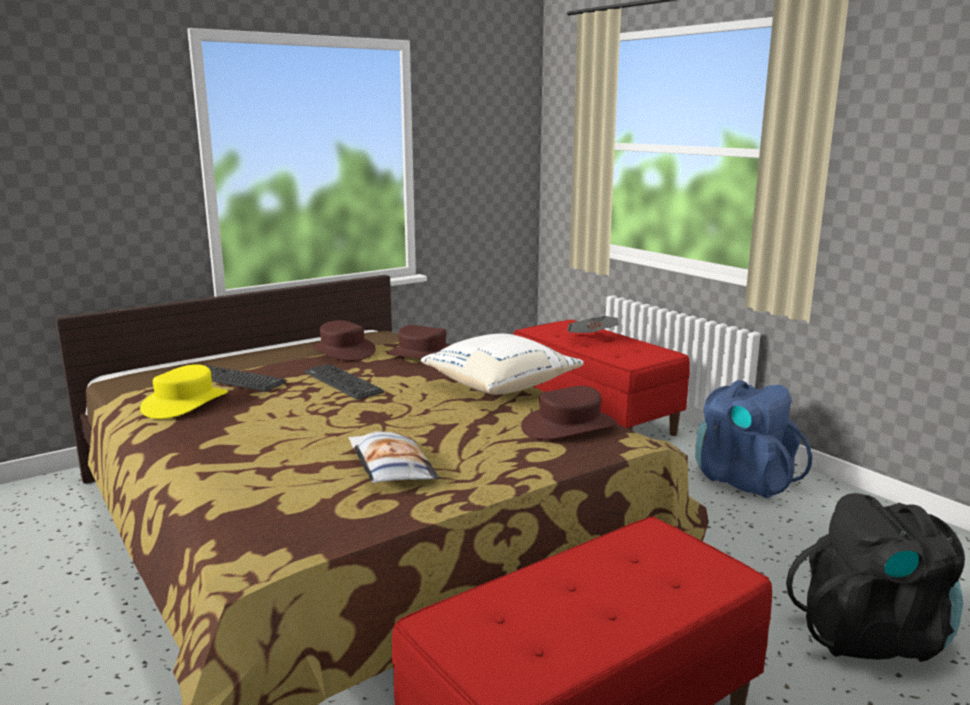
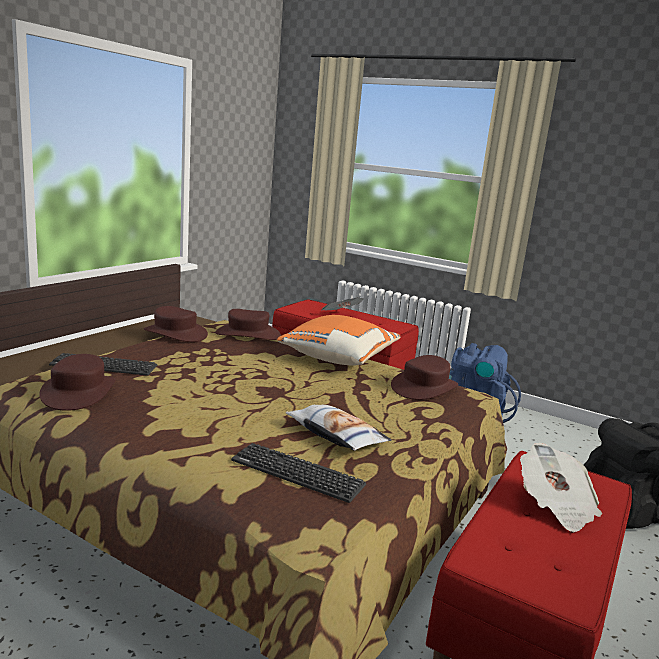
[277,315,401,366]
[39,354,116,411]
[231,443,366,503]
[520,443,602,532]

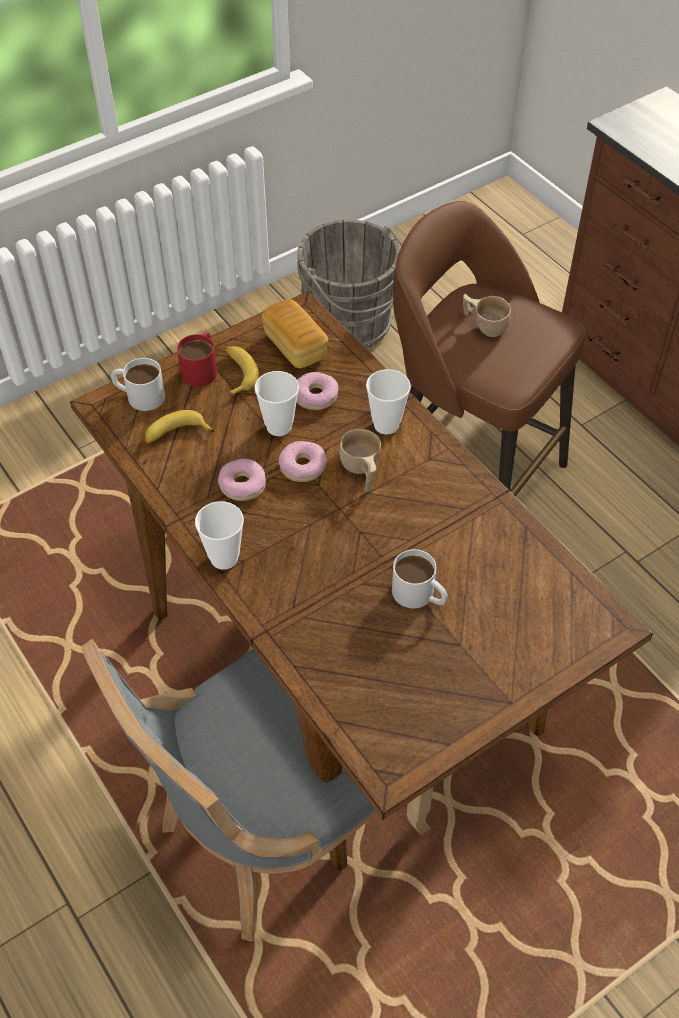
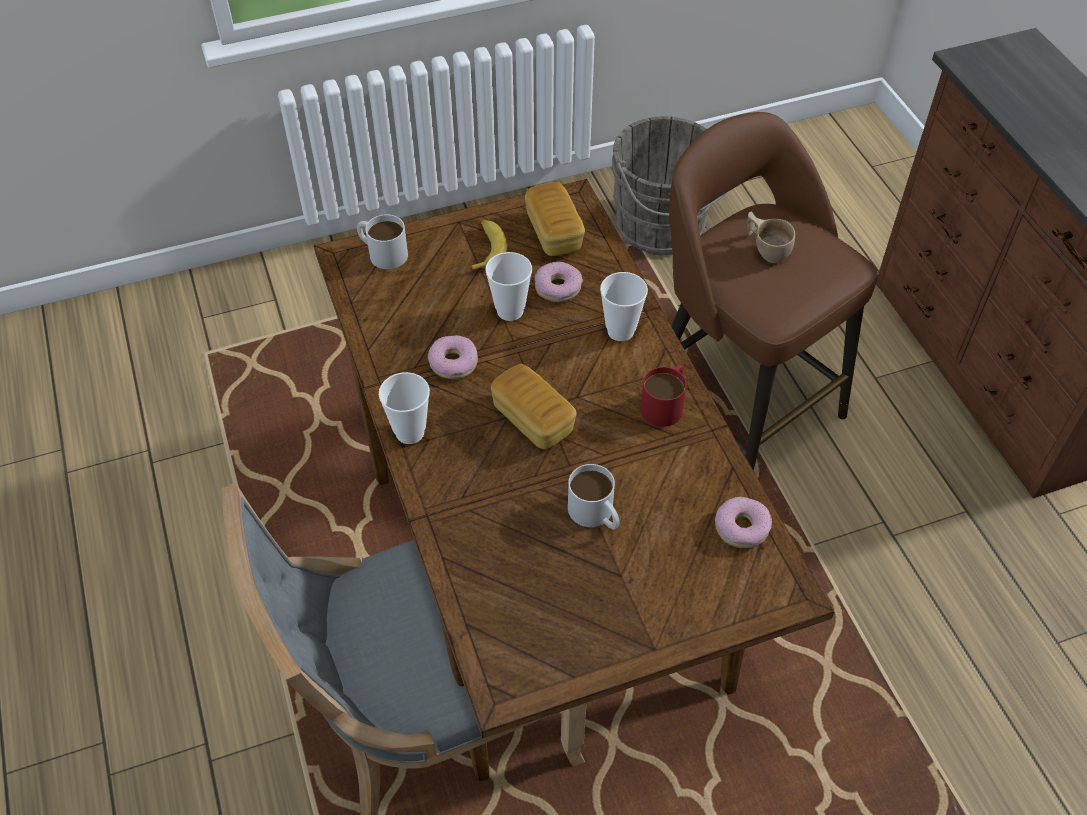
[640,365,687,427]
[144,410,215,444] (first image)
[339,429,381,492] (first image)
[715,497,772,548]
[491,364,577,449]

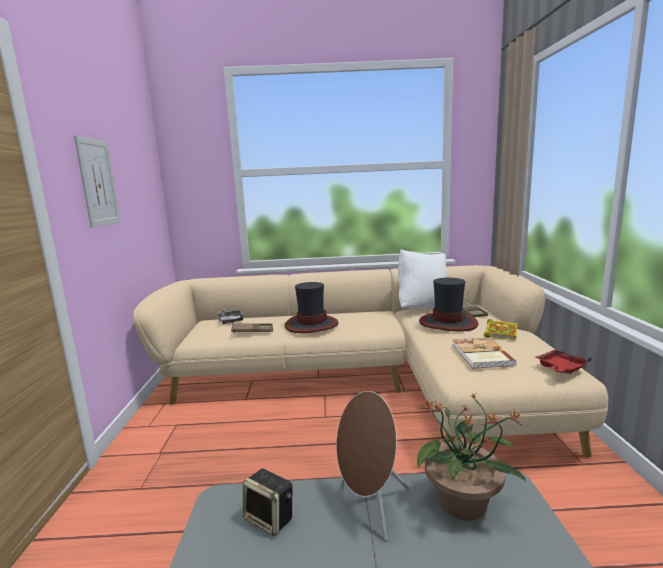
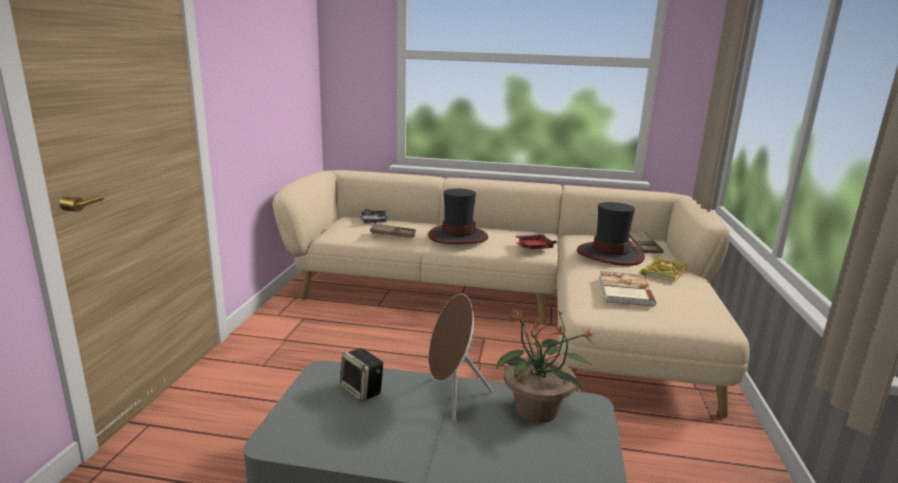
[74,136,121,227] (first image)
[398,249,447,309] (first image)
[515,234,557,249]

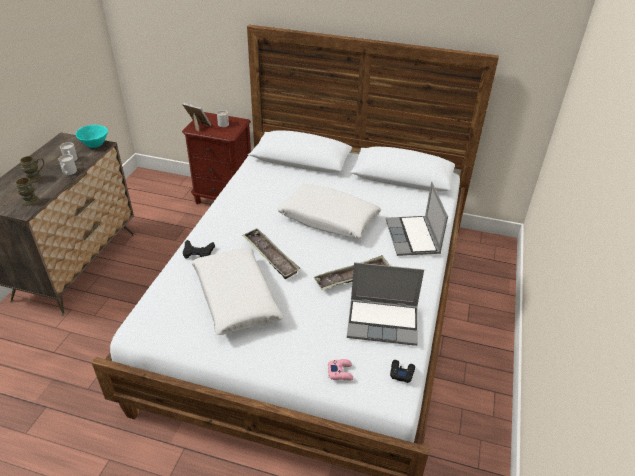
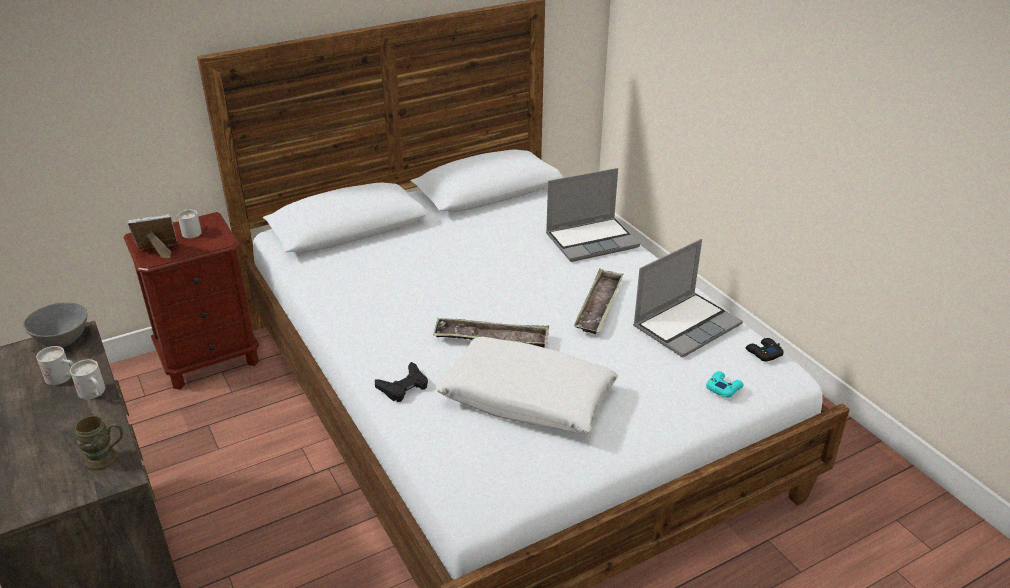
[23,302,87,347]
[20,156,44,183] (first image)
[546,168,640,262]
[278,184,381,239] (first image)
[706,371,744,398]

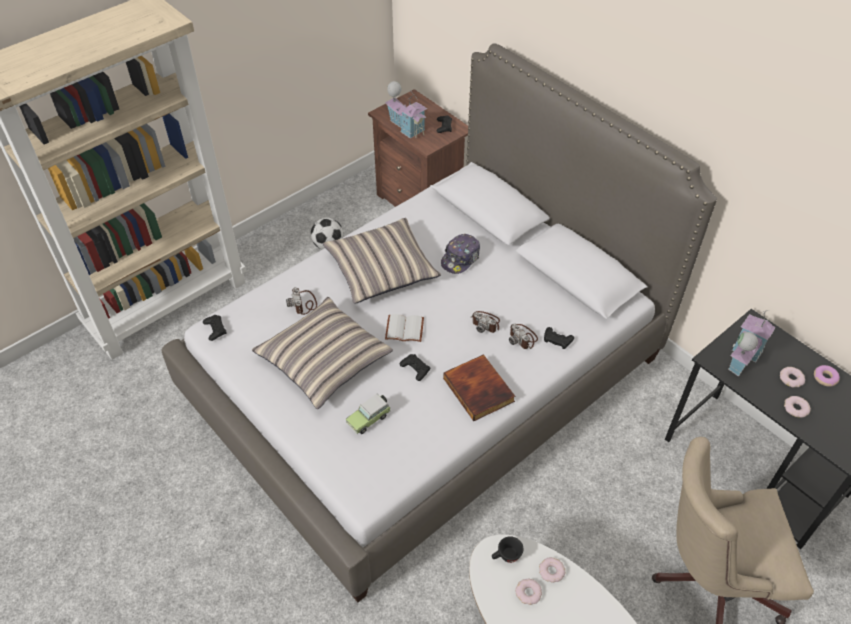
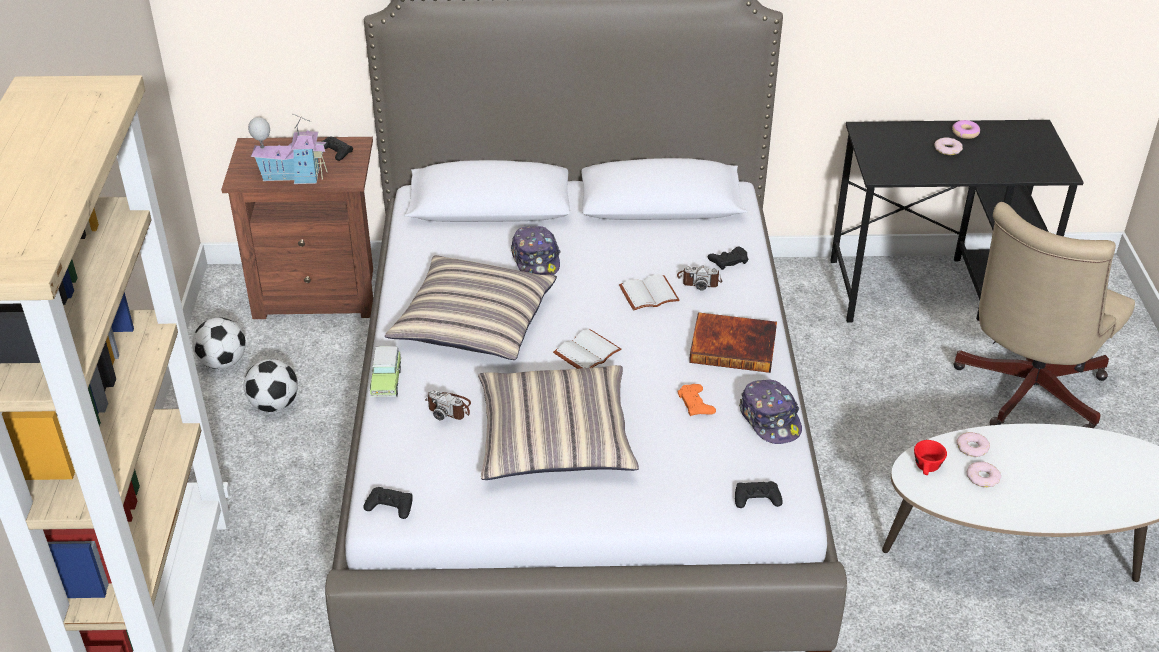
[619,274,680,311]
[728,311,776,377] (first image)
[735,481,783,508]
[370,346,402,397]
[784,396,811,418] (first image)
[914,440,947,475]
[192,317,246,369]
[739,380,802,444]
[677,384,716,416]

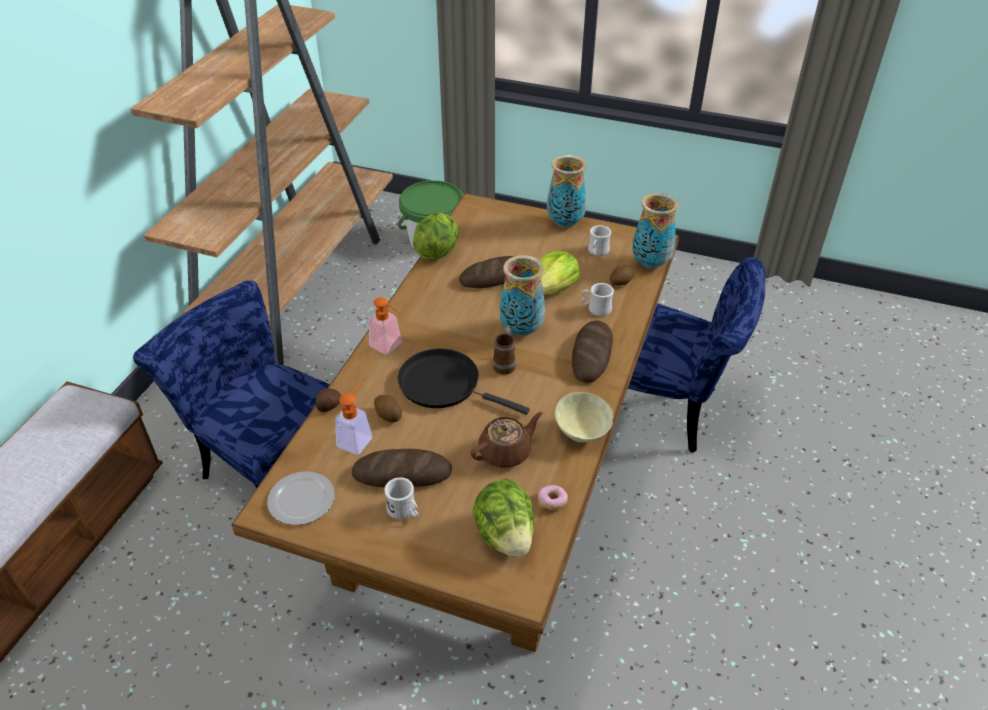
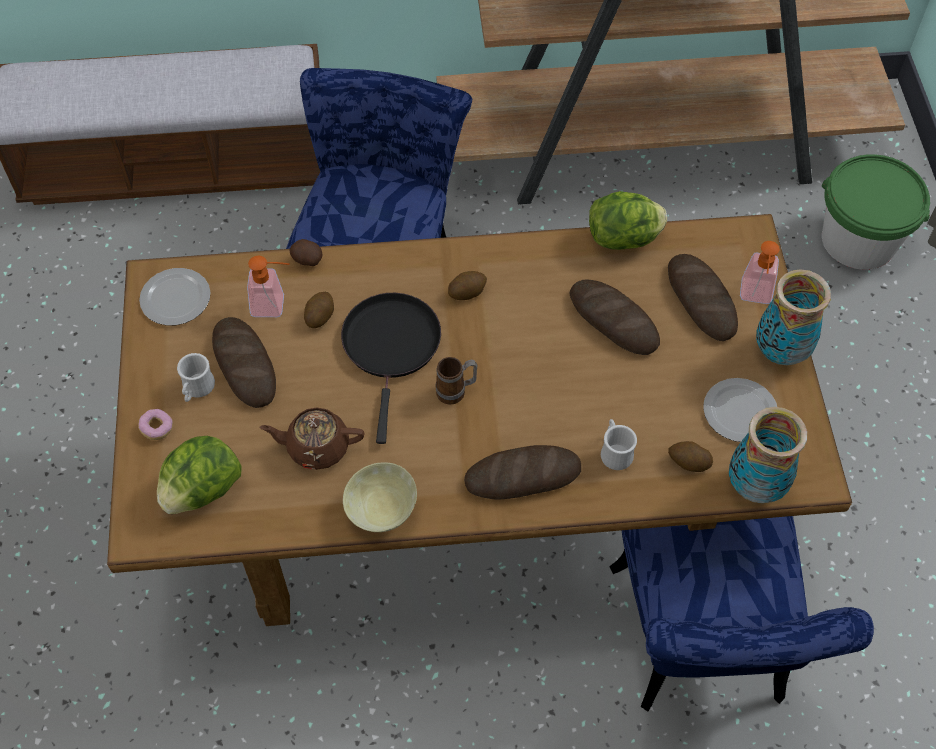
[703,378,777,442]
[540,251,580,295] (first image)
[500,255,545,336] (first image)
[740,241,780,304]
[260,408,365,470]
[138,409,173,440]
[668,254,738,341]
[448,271,487,300]

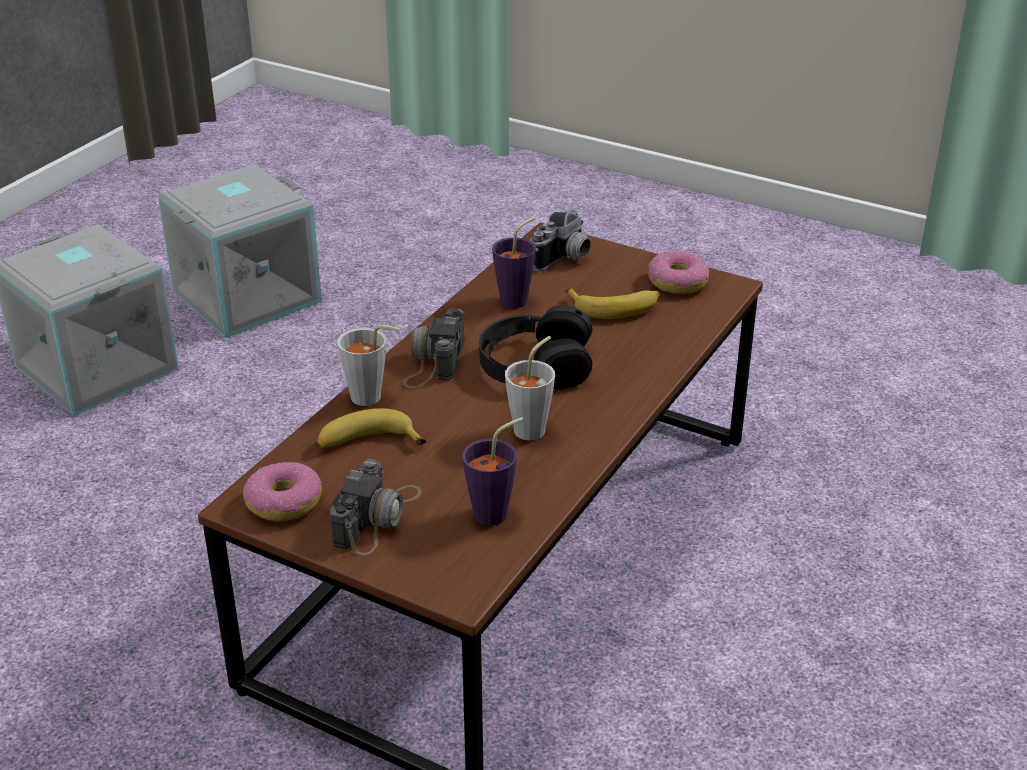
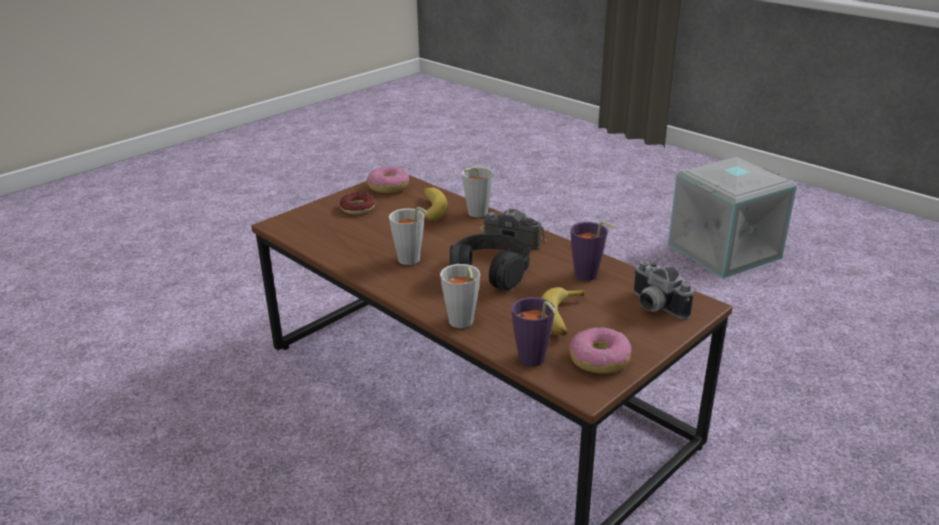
[158,164,322,338] (first image)
[512,297,556,366]
[340,192,375,214]
[440,264,480,328]

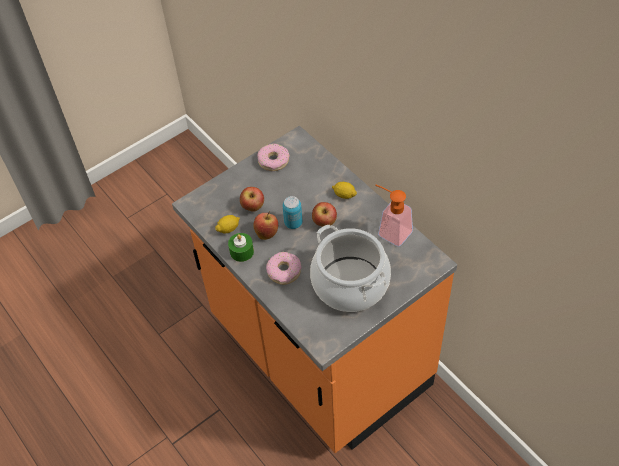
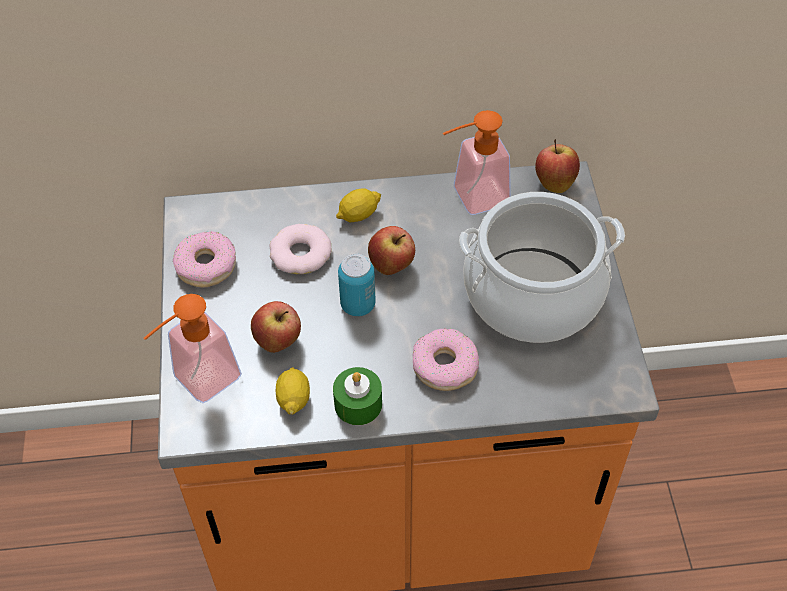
[535,139,580,193]
[269,224,332,274]
[144,294,242,403]

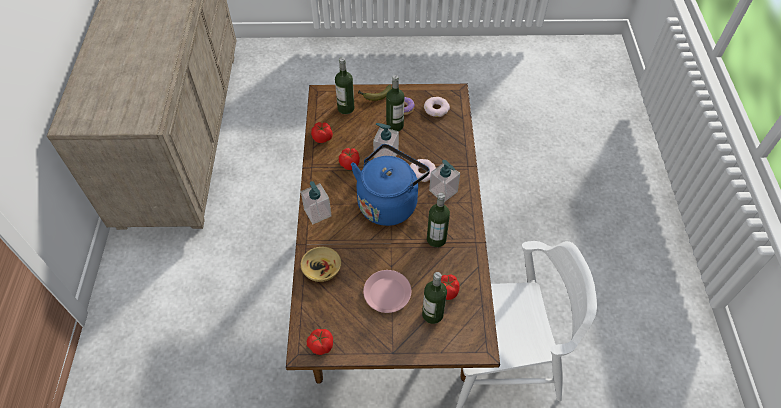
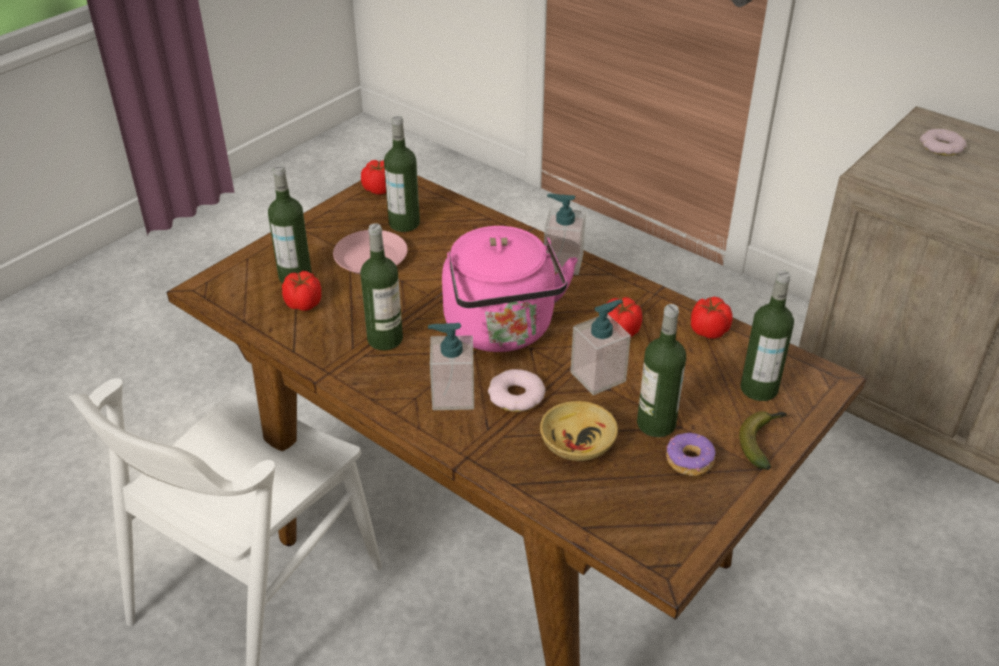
[920,129,967,156]
[442,226,578,352]
[540,401,618,461]
[384,116,420,232]

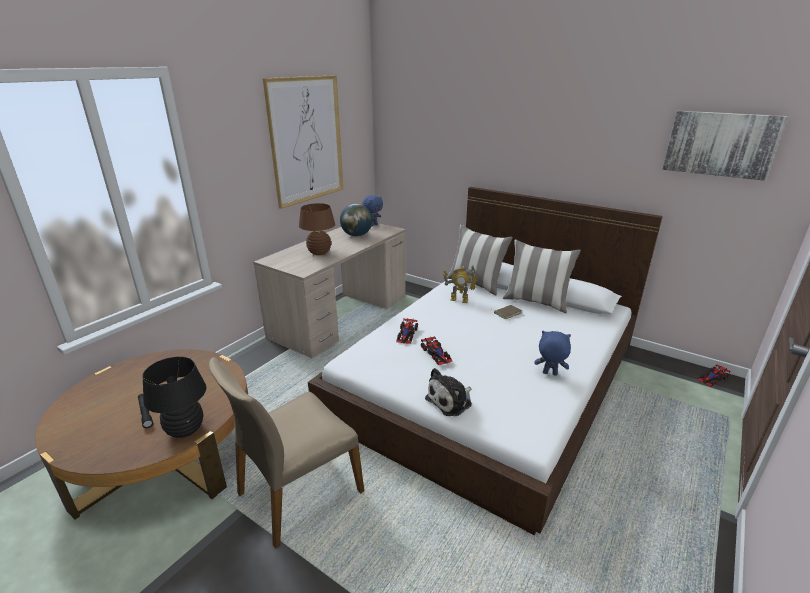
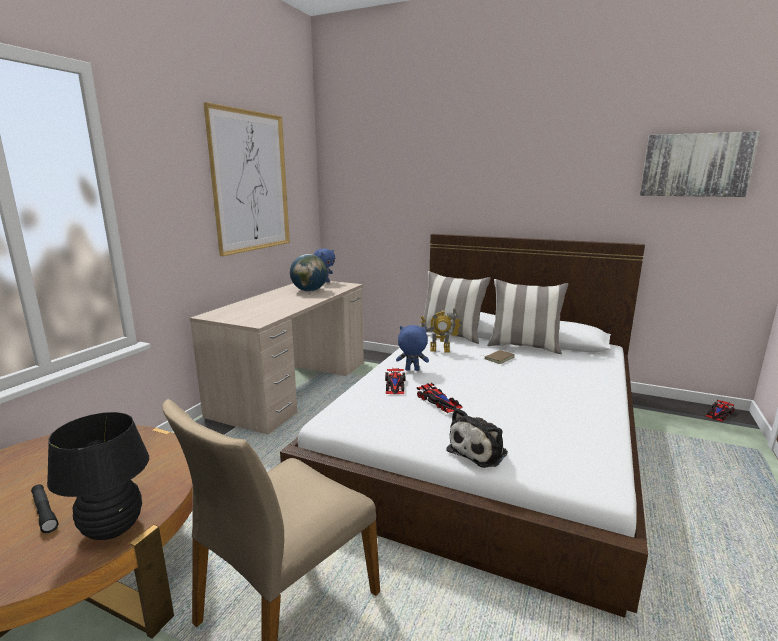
[299,203,335,255] (first image)
[396,325,429,371]

